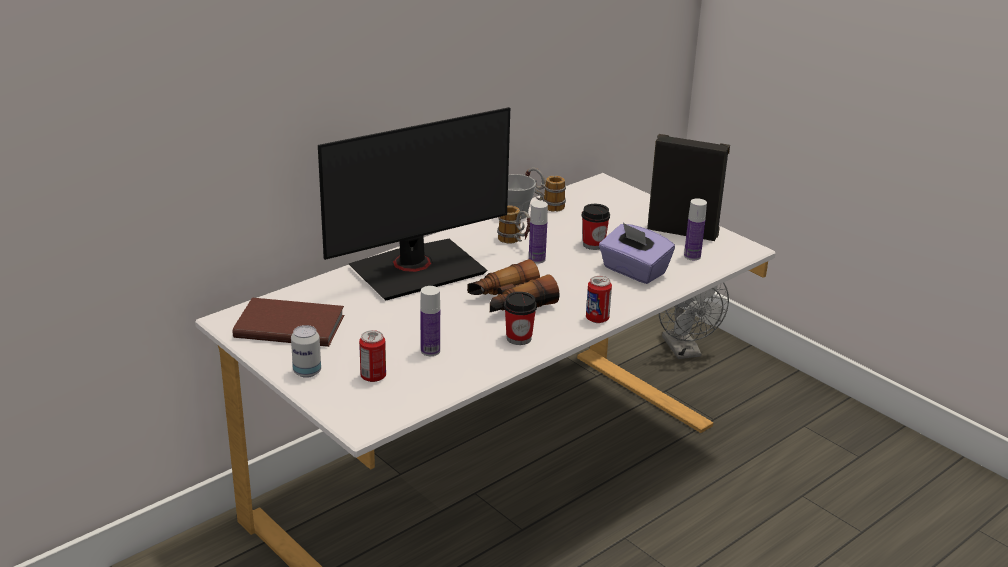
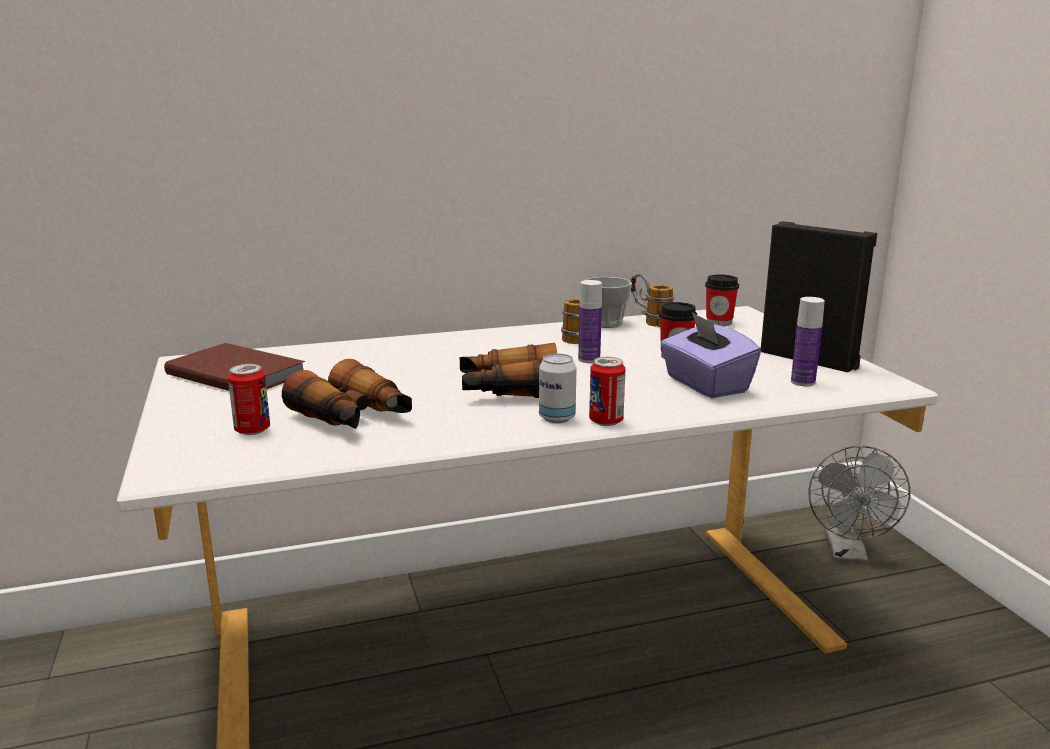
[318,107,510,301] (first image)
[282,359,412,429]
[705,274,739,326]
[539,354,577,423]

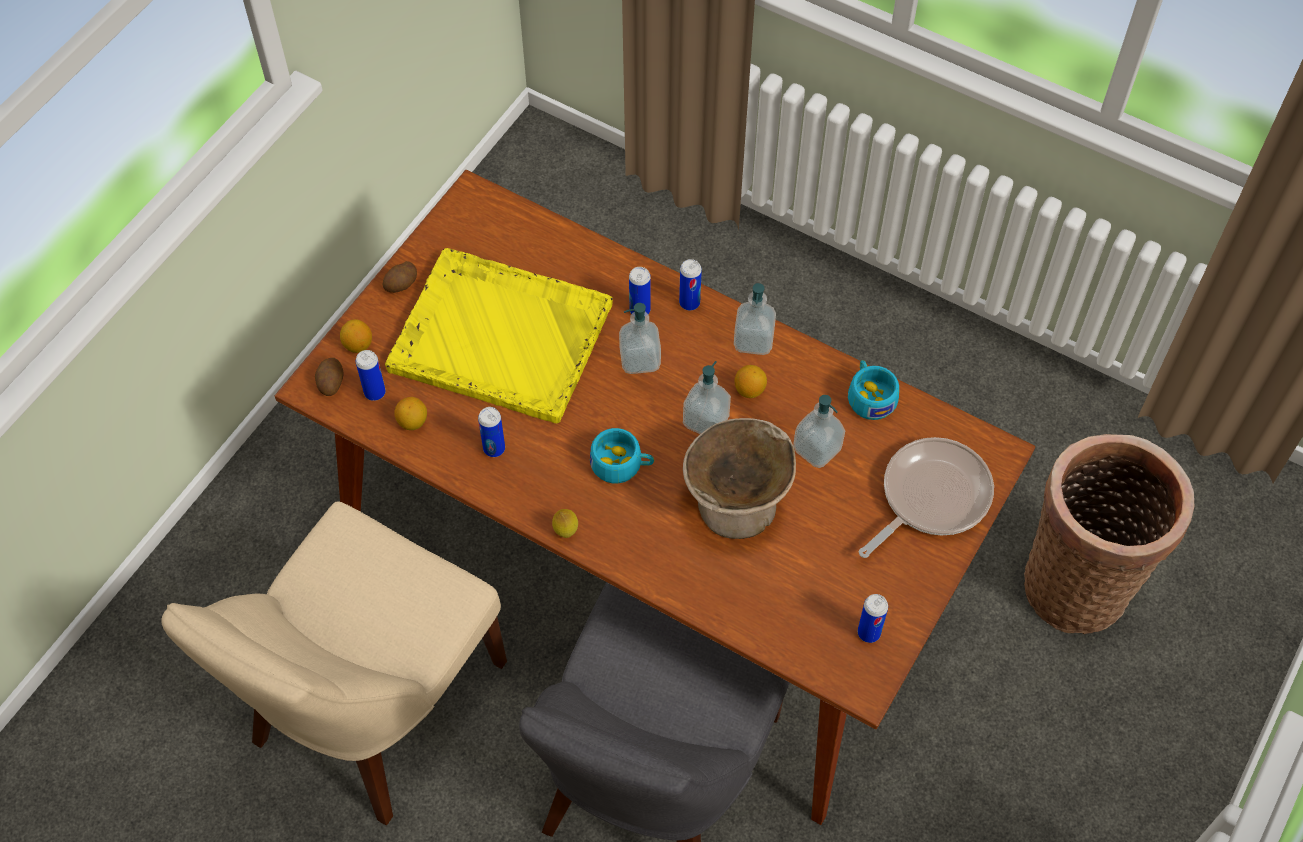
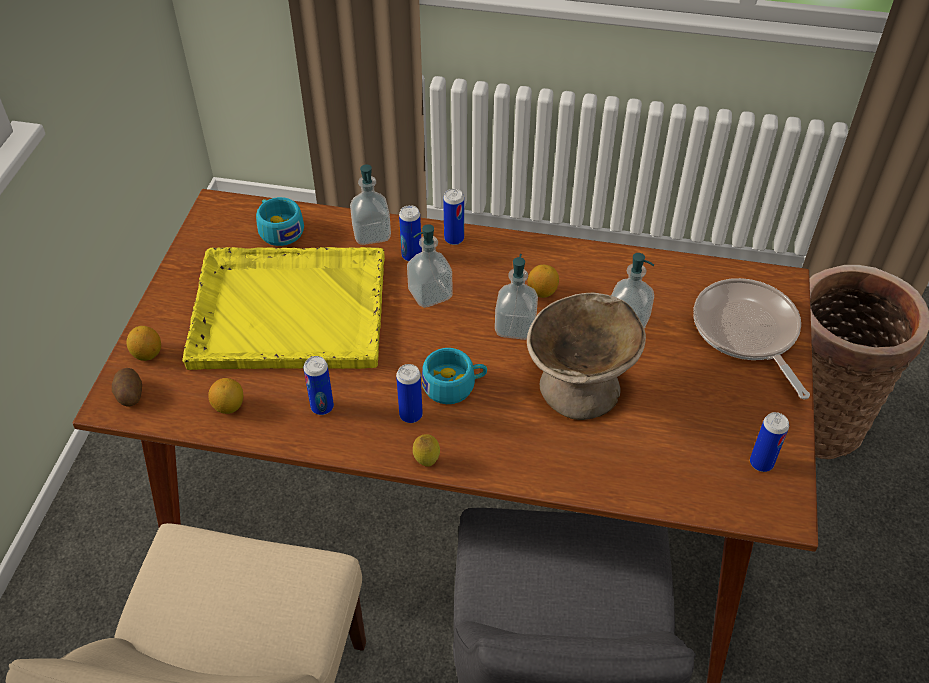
[382,261,417,293] (first image)
[350,165,391,245]
[396,364,423,423]
[256,197,304,246]
[693,278,810,399]

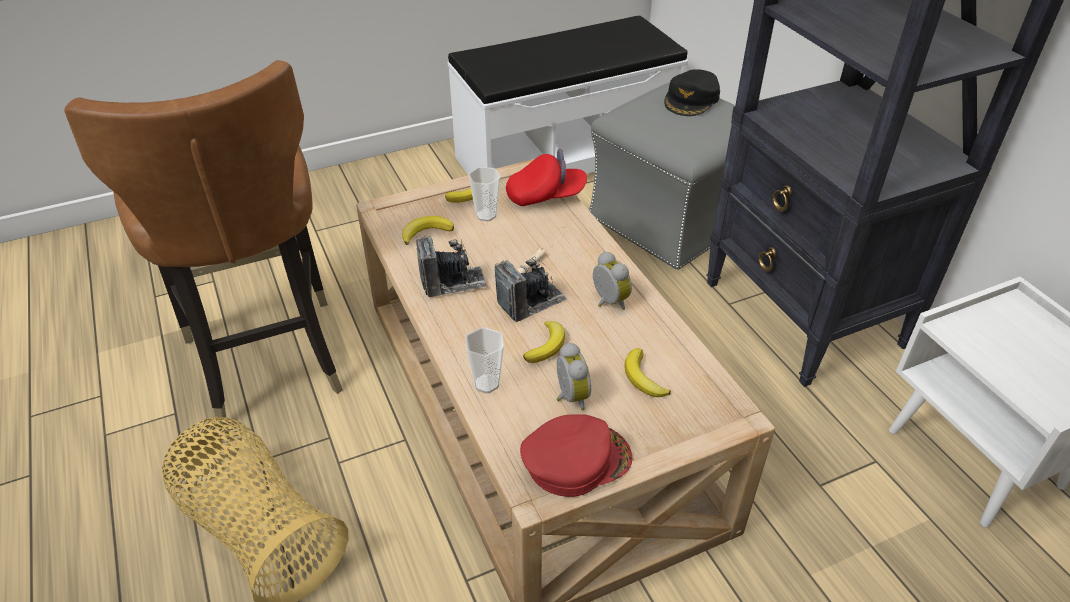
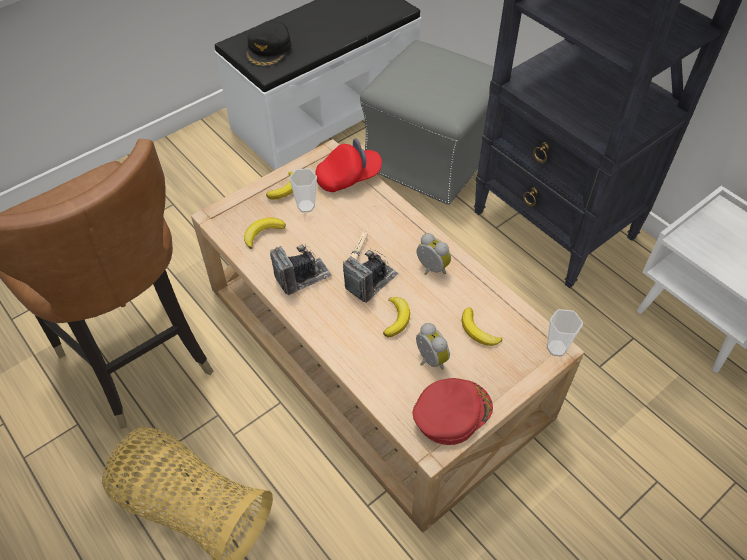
[246,21,291,67]
[547,309,583,357]

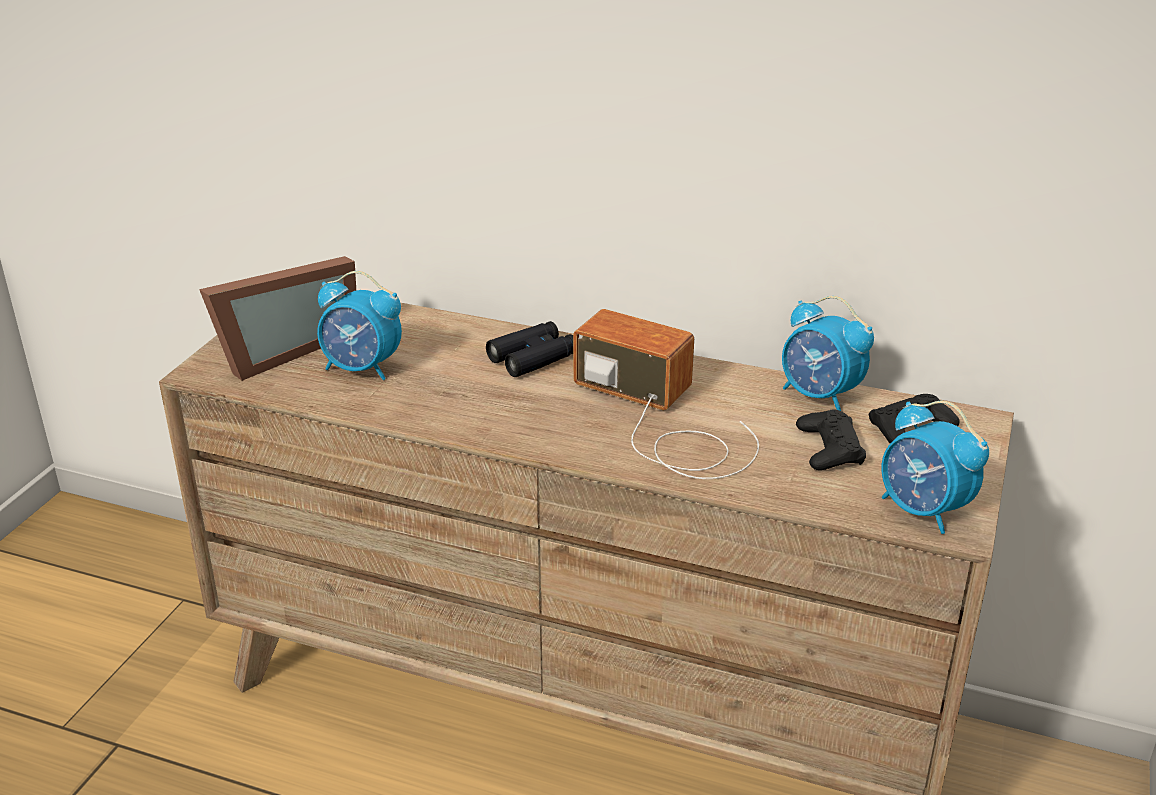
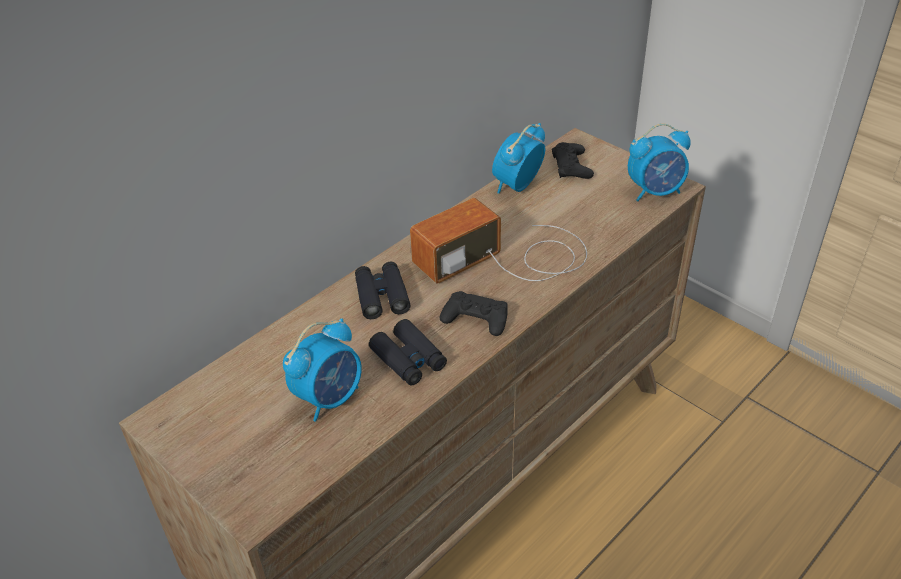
[199,256,356,381] (first image)
[492,123,545,194]
[440,291,508,336]
[369,319,447,386]

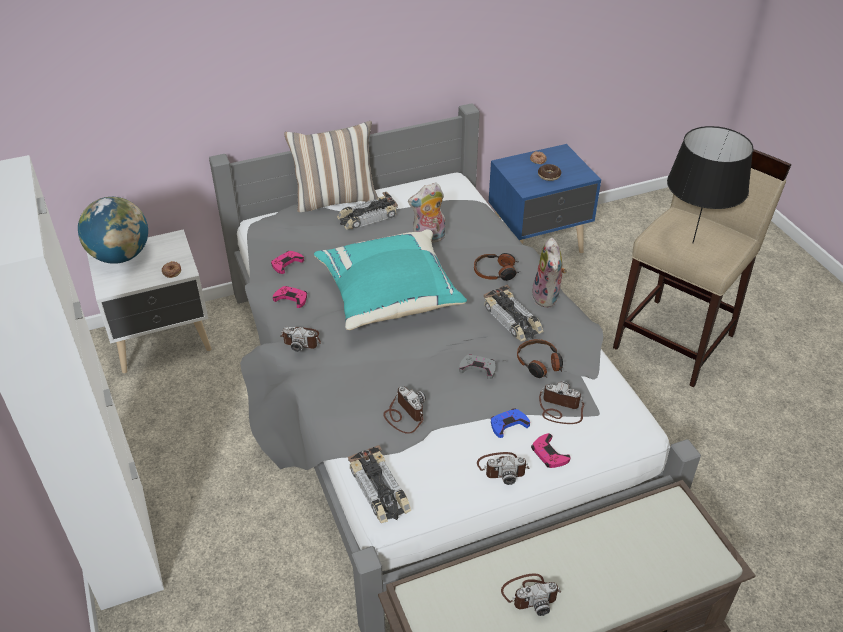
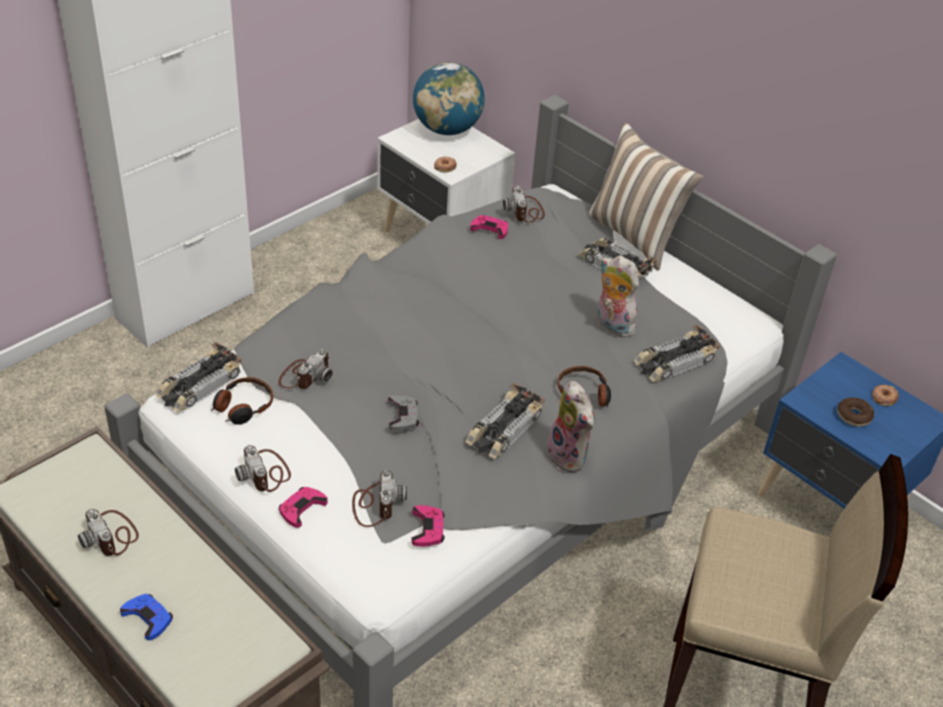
[667,126,753,243] (first image)
[314,229,467,330] (first image)
[543,381,595,472]
[412,505,445,547]
[503,186,545,223]
[211,377,273,425]
[120,594,173,640]
[634,325,720,382]

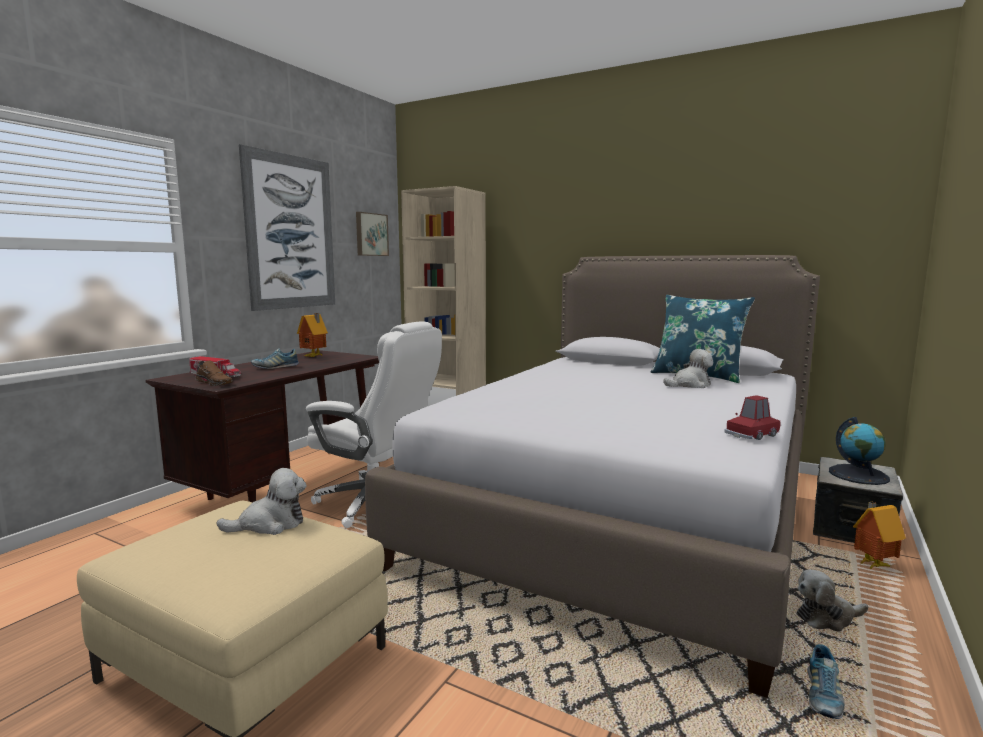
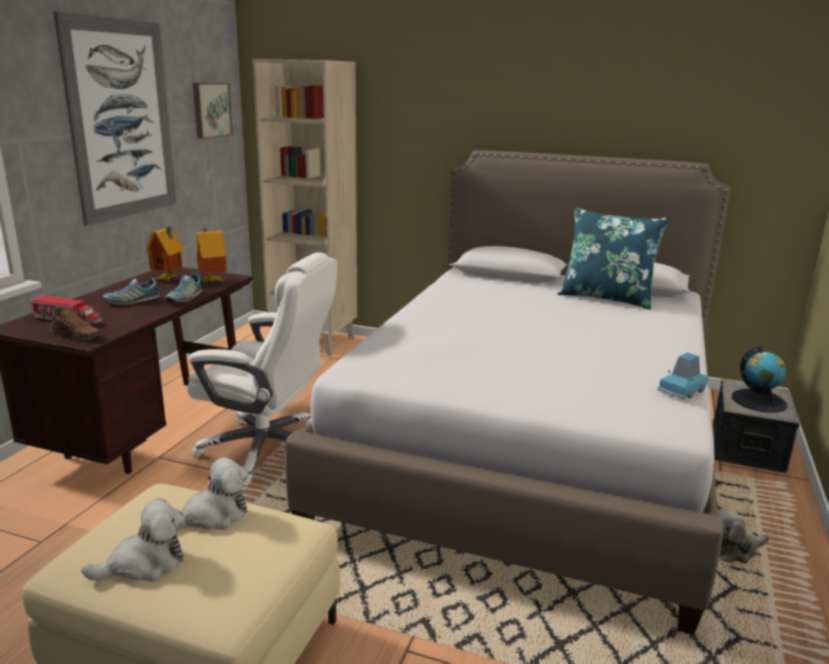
[81,498,185,582]
[657,352,708,399]
[196,228,227,283]
[166,273,202,302]

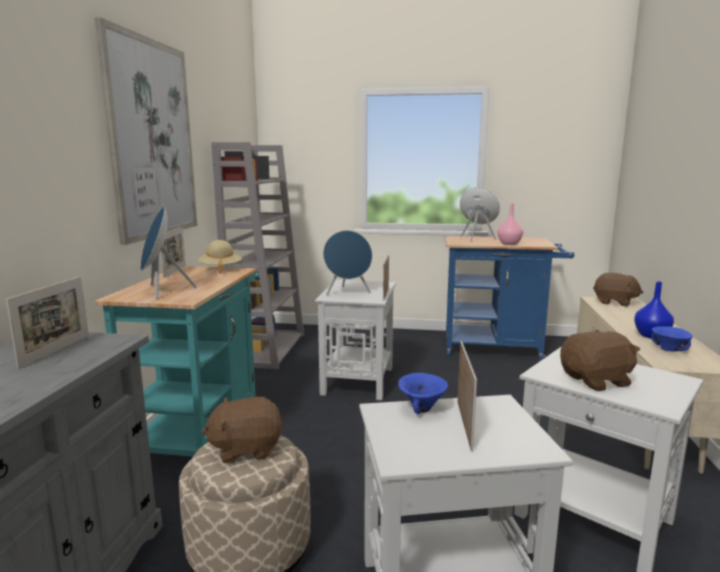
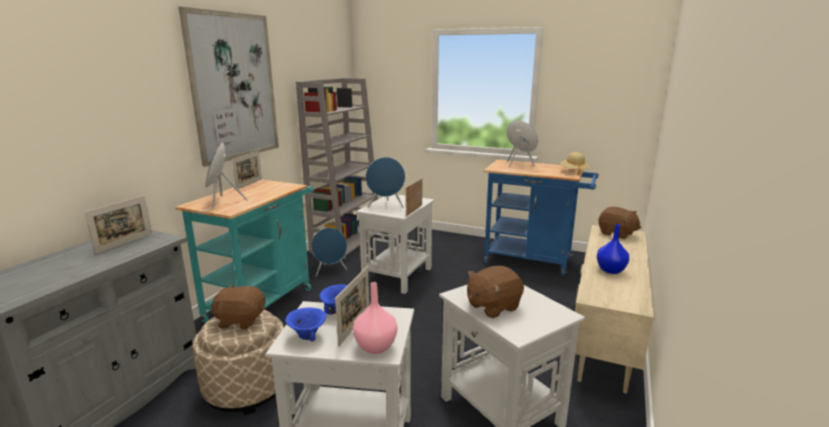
[353,282,397,354]
[560,152,590,175]
[285,307,326,341]
[467,266,524,318]
[311,228,347,277]

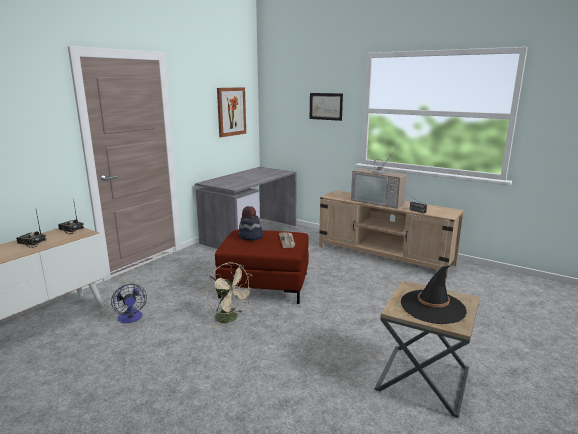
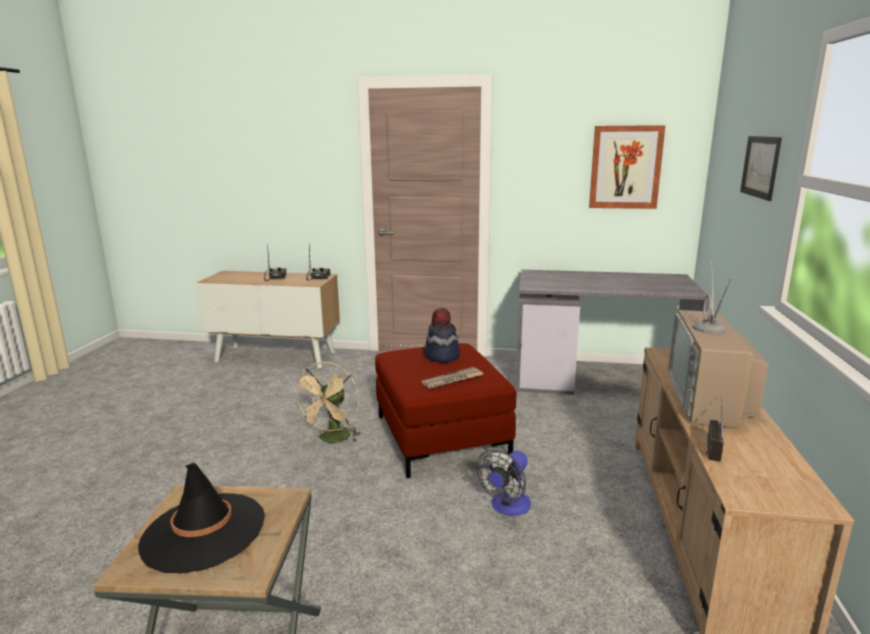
[477,450,531,516]

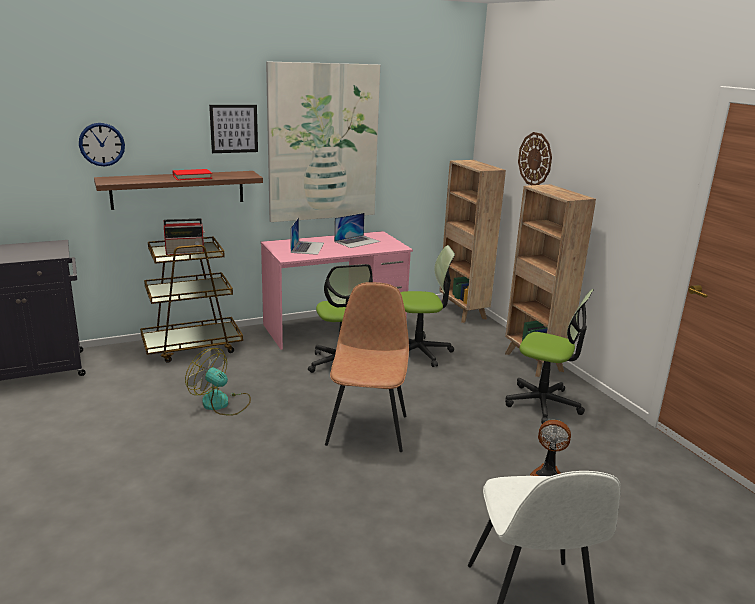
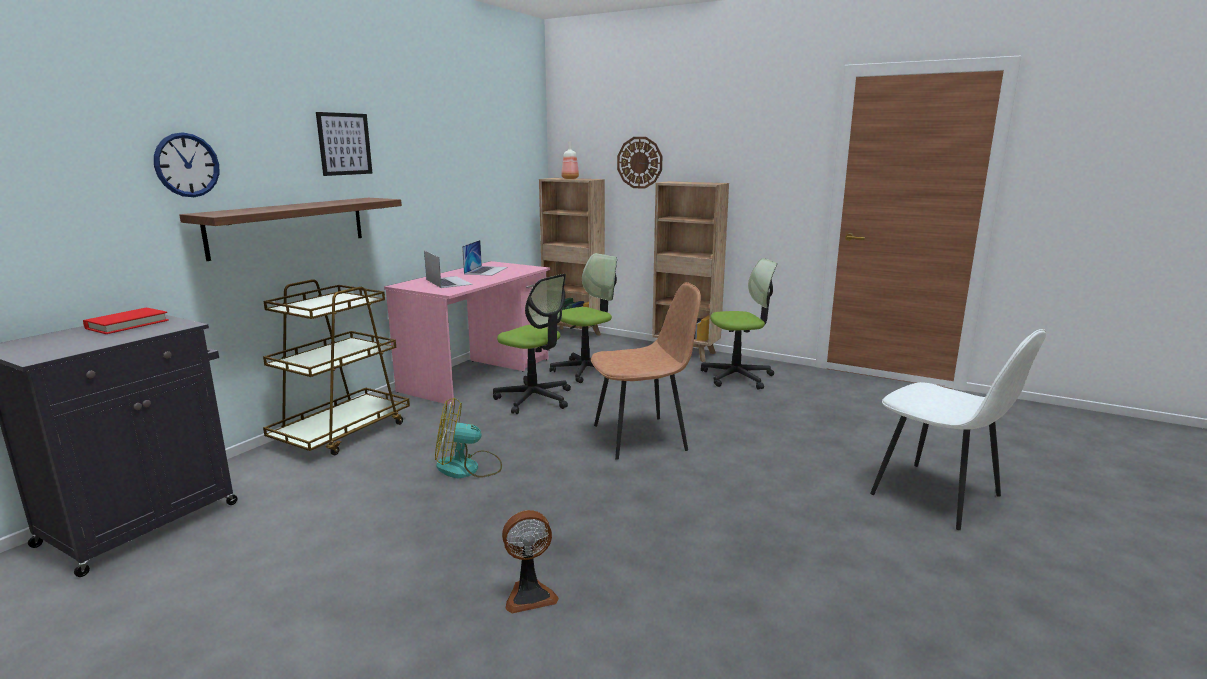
[266,61,380,222] (first image)
[83,308,169,334]
[163,219,205,255] (first image)
[591,282,701,460]
[502,510,559,613]
[561,141,579,179]

